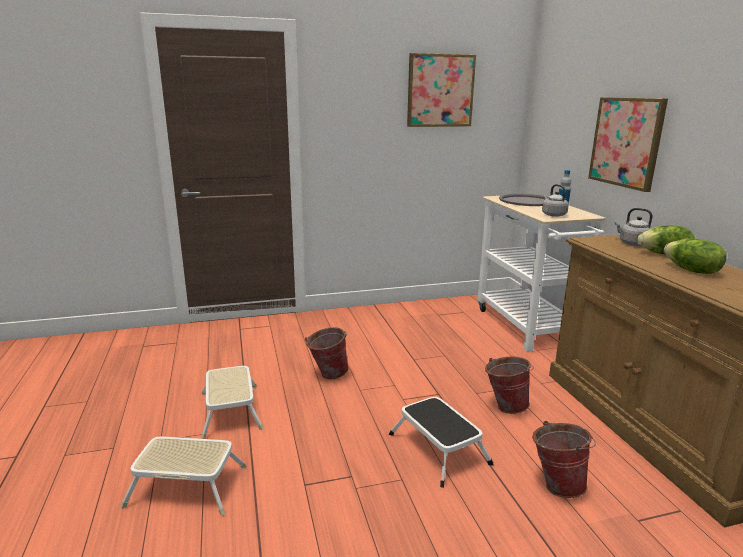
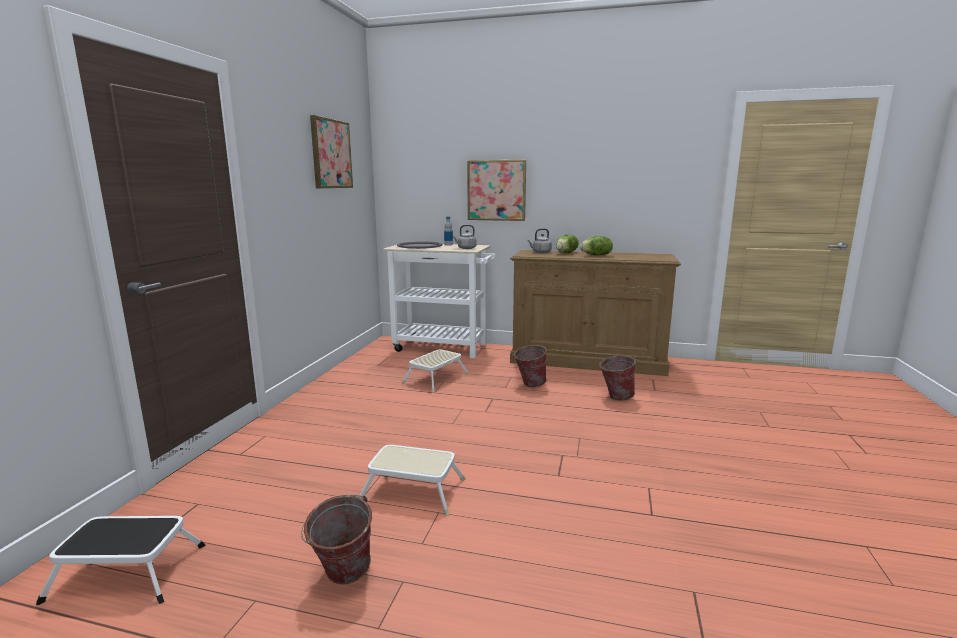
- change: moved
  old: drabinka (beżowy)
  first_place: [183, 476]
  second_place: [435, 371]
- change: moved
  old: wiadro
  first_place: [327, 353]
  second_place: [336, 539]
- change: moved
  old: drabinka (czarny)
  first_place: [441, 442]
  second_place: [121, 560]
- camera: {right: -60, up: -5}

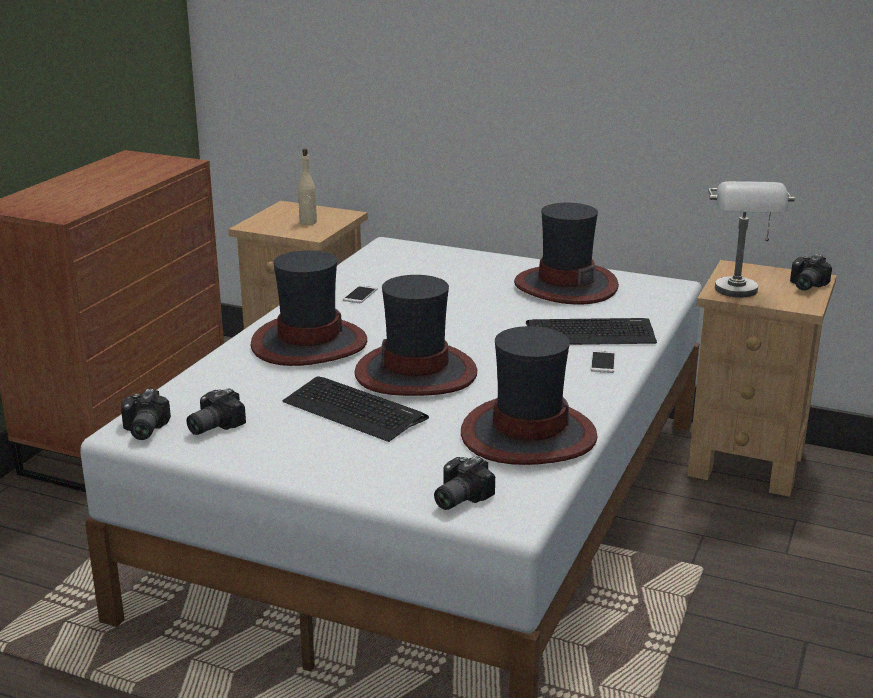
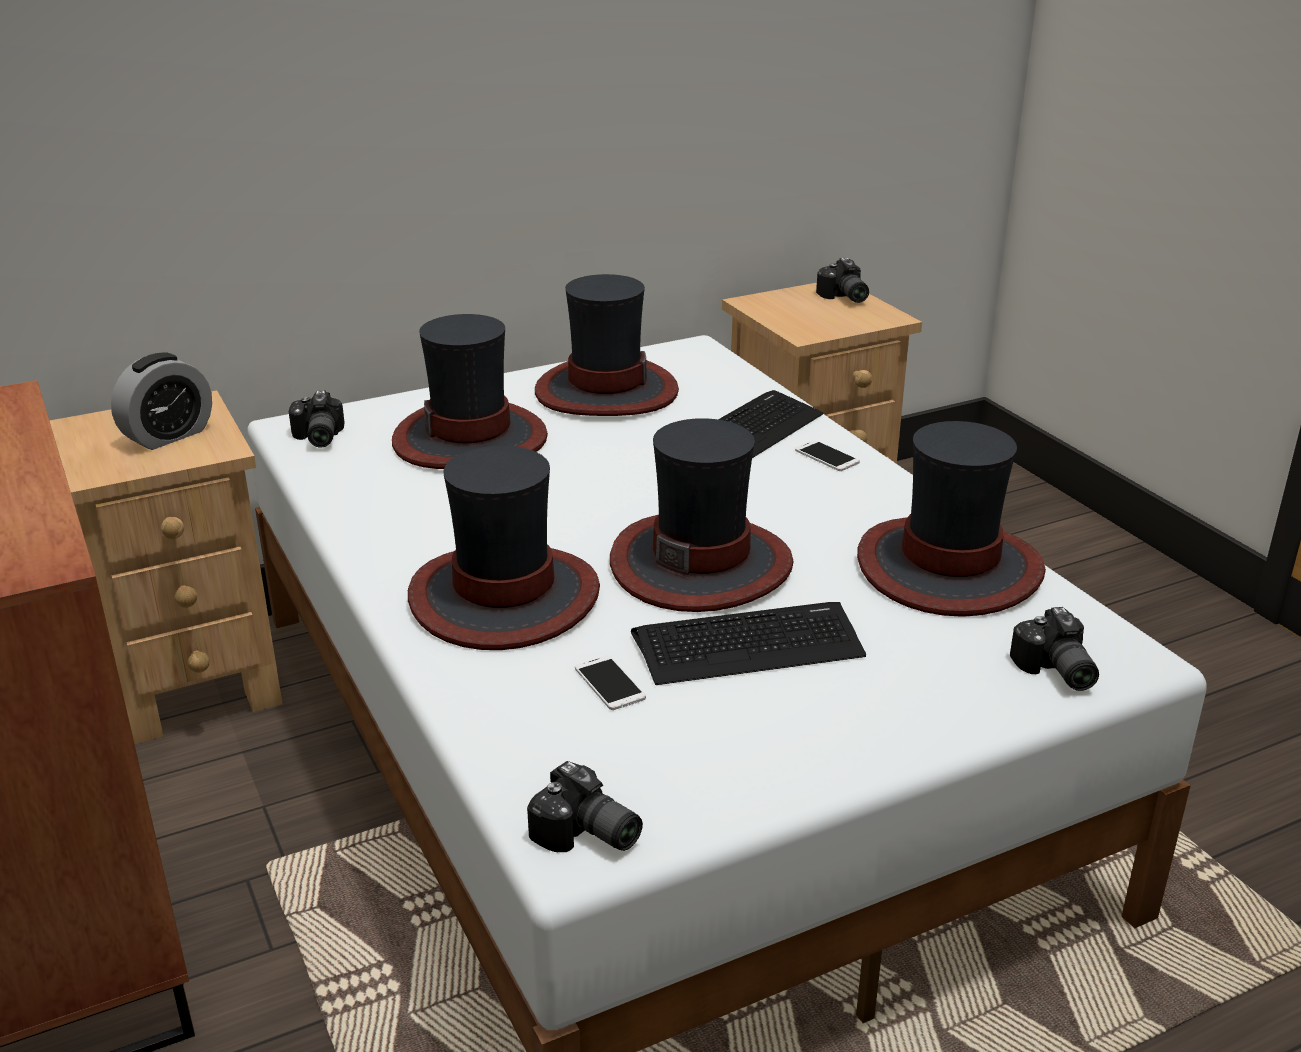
- change: moved
  old: aparat fotograficzny
  first_place: [216, 411]
  second_place: [317, 419]
- change: replaced
  old: butelka (beżowy)
  new: budzik
  first_place: [307, 187]
  second_place: [161, 401]
- change: moved
  old: telefon
  first_place: [360, 294]
  second_place: [610, 682]
- change: removed
  old: lampa stołowa (szary)
  first_place: [751, 239]
- change: added
  new: kapelusz
  second_place: [470, 391]
- camera: {right: -50, up: 5}

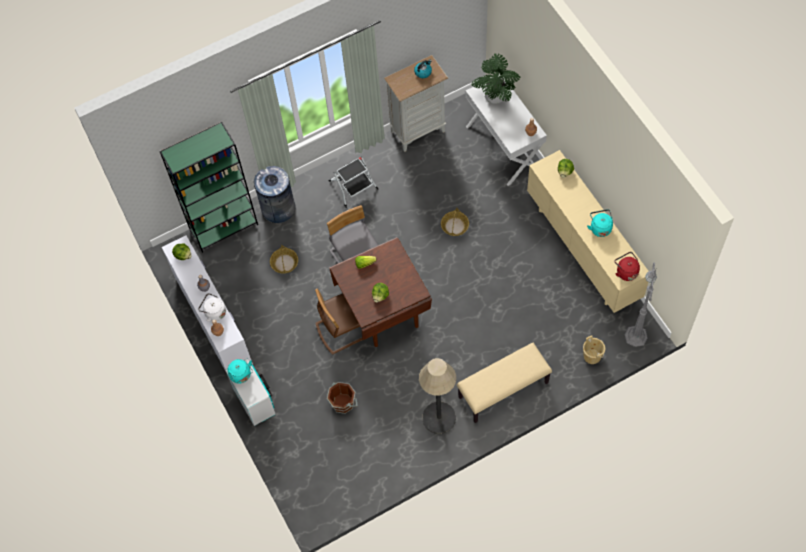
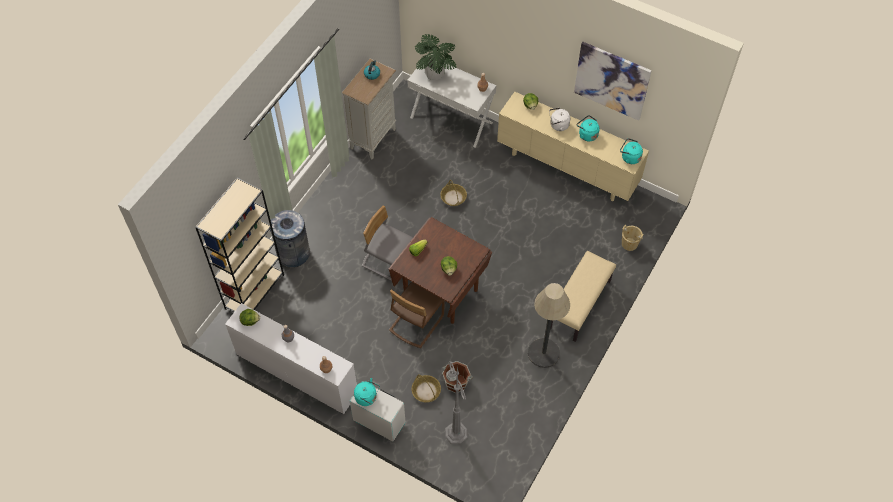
- change: recoloured
  old: regał (zielony)
  new: regał (beżowy)
  first_place: [209, 187]
  second_place: [239, 244]
- change: moved
  old: czajnik (biały)
  first_place: [212, 307]
  second_place: [559, 119]
- change: moved
  old: koszyk
  first_place: [284, 259]
  second_place: [426, 388]
- change: removed
  old: drabinka
  first_place: [353, 182]
- change: recoloured
  old: czajnik (czerwony)
  new: czajnik (turkusowy)
  first_place: [627, 266]
  second_place: [631, 151]
- change: moved
  old: lampa stojąca (szary)
  first_place: [641, 305]
  second_place: [456, 402]
- change: added
  new: obraz
  second_place: [613, 81]
- camera: {right: -35, up: -5}

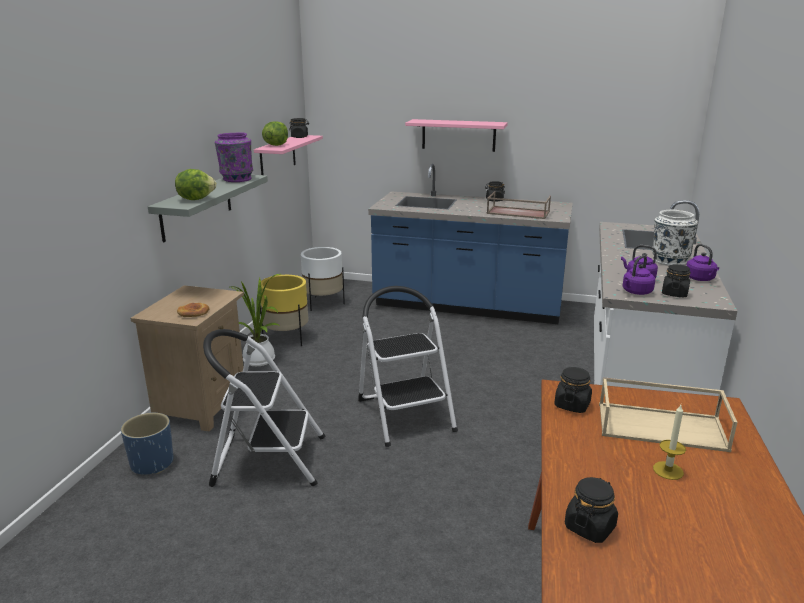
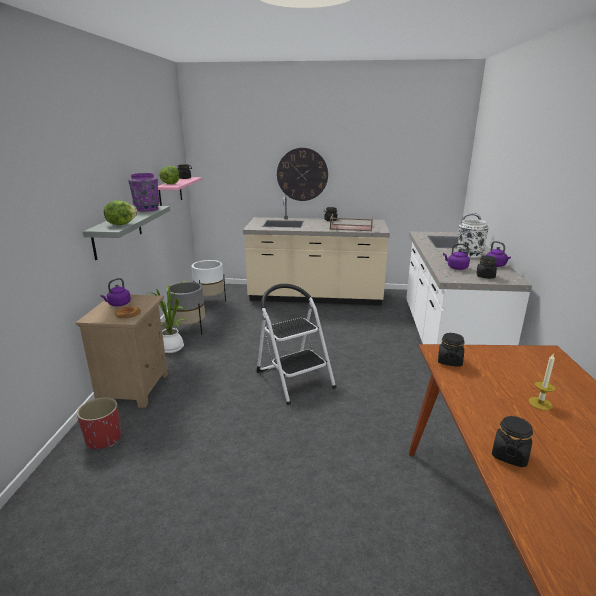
- change: recoloured
  old: donica (niebieski)
  new: donica (czerwony)
  first_place: [147, 443]
  second_place: [99, 423]
- change: removed
  old: drabinka
  first_place: [264, 408]
- change: recoloured
  old: donica (żółty)
  new: donica (szary)
  first_place: [284, 310]
  second_place: [185, 308]
- change: recoloured
  old: zabudowa kuchenna (niebieski)
  new: zabudowa kuchenna (beżowy)
  first_place: [470, 244]
  second_place: [316, 250]
- change: replaced
  old: półka (różowy)
  new: zegar ścienny
  first_place: [456, 135]
  second_place: [302, 174]
- change: removed
  old: taca (beżowy)
  first_place: [668, 414]
- change: moved
  old: czajnik (fioletowy)
  first_place: [639, 275]
  second_place: [115, 292]
- camera: {right: -10, up: 0}

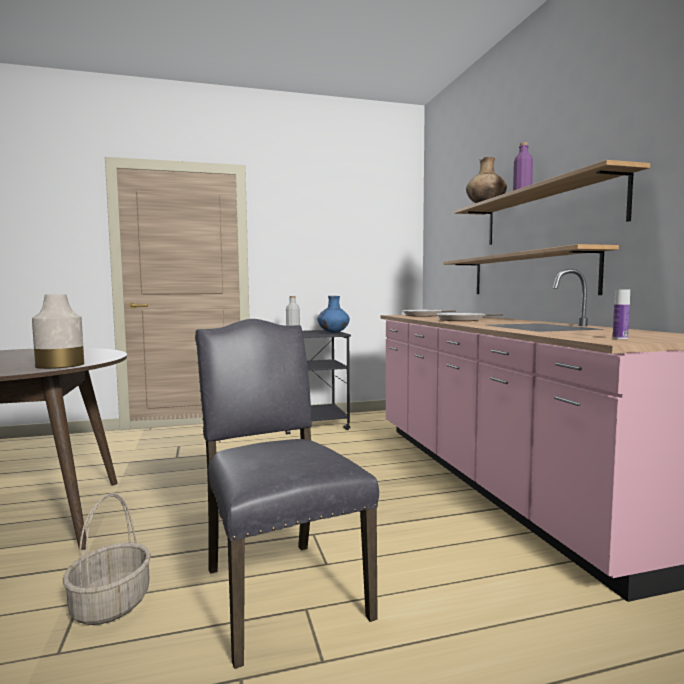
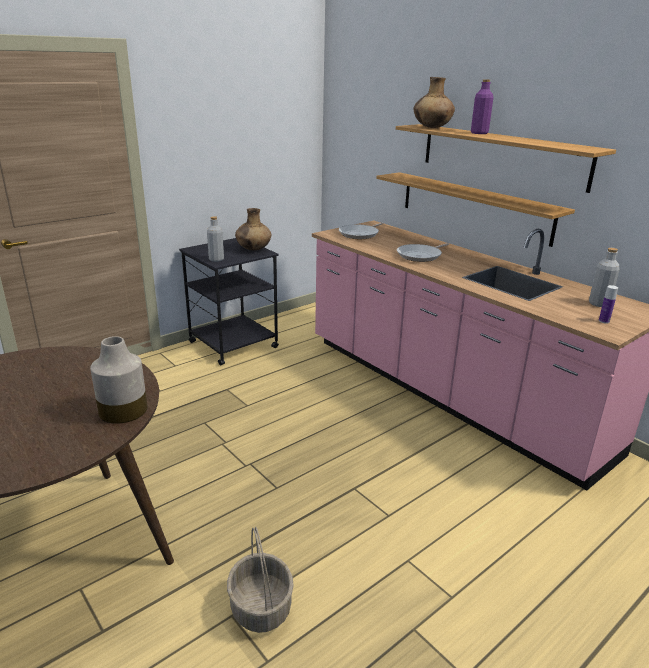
- change: removed
  old: krzesło (szary)
  first_place: [287, 494]
- change: recoloured
  old: wazon (niebieski)
  new: wazon (brązowy)
  first_place: [333, 314]
  second_place: [253, 229]
- change: added
  new: butelka (szary)
  second_place: [604, 277]
- camera: {right: -25, up: 20}

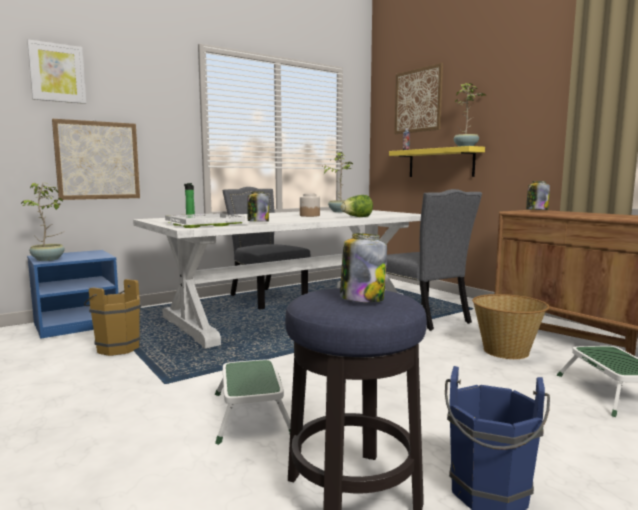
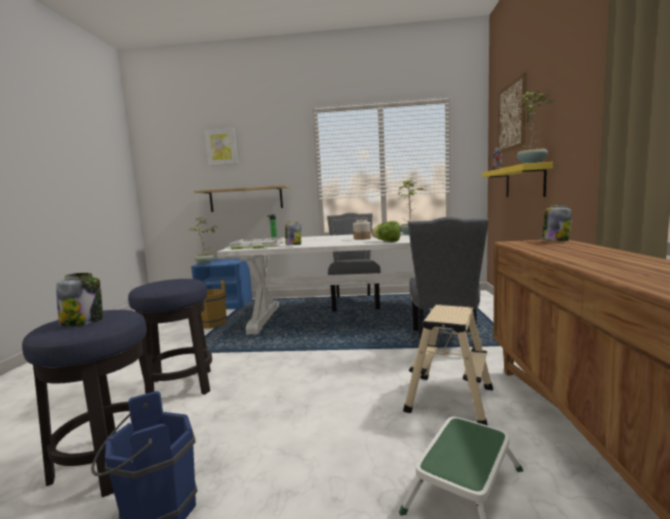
- change: replaced
  old: obraz
  new: półka
  first_place: [96, 159]
  second_place: [241, 198]
- change: replaced
  old: drabinka (zielony)
  new: stołek
  first_place: [253, 402]
  second_place: [170, 337]
- change: replaced
  old: koszyk
  new: drabinka (beżowy)
  first_place: [511, 326]
  second_place: [448, 365]
- camera: {right: 40, up: 0}

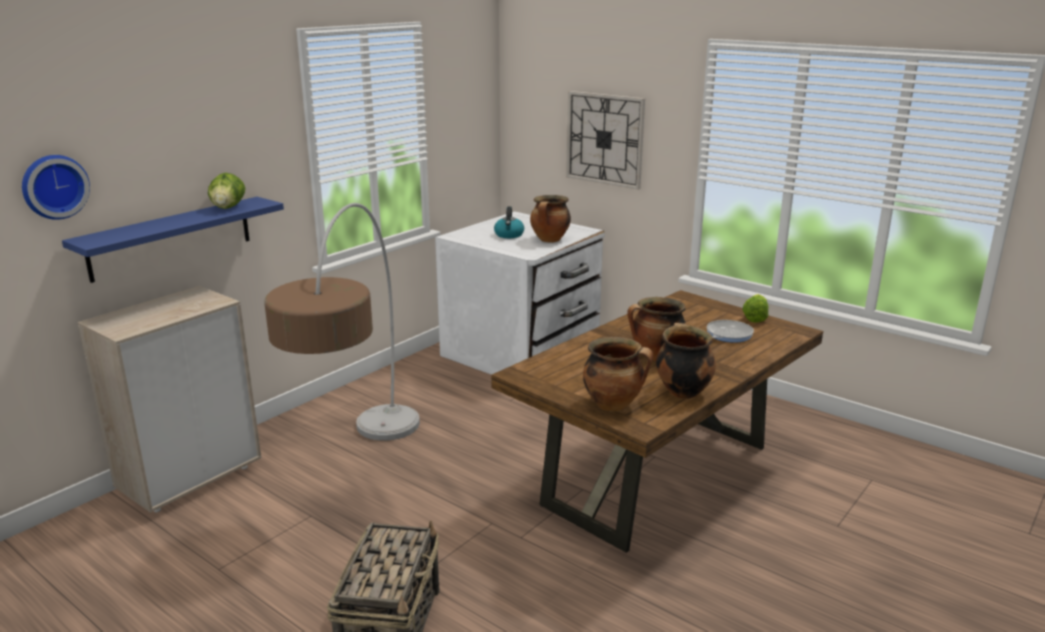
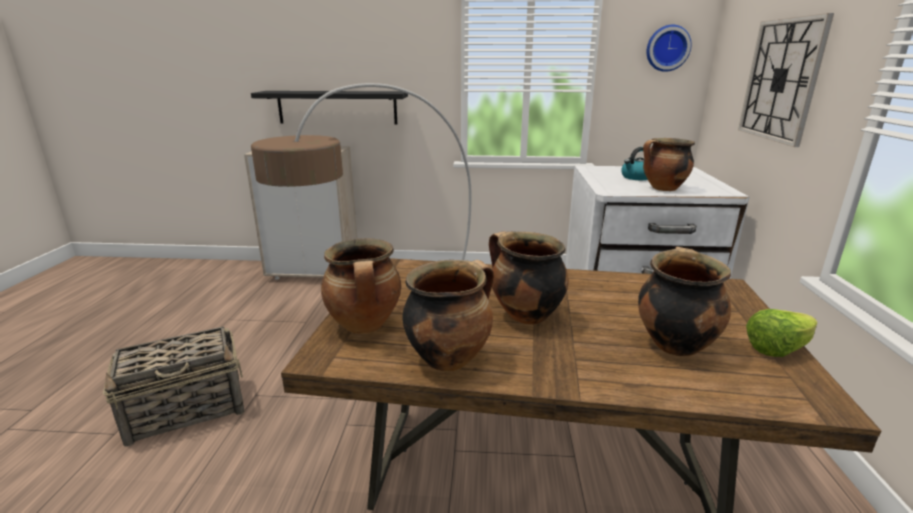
- change: moved
  old: zegar ścienny
  first_place: [56, 187]
  second_place: [669, 48]
- change: recoloured
  old: półka (niebieski)
  new: półka (czarny)
  first_place: [173, 240]
  second_place: [329, 108]
- change: removed
  old: sałata
  first_place: [226, 191]
- change: replaced
  old: patelnia
  new: garnek
  first_place: [730, 331]
  second_place: [684, 302]
- camera: {right: 55, up: 0}

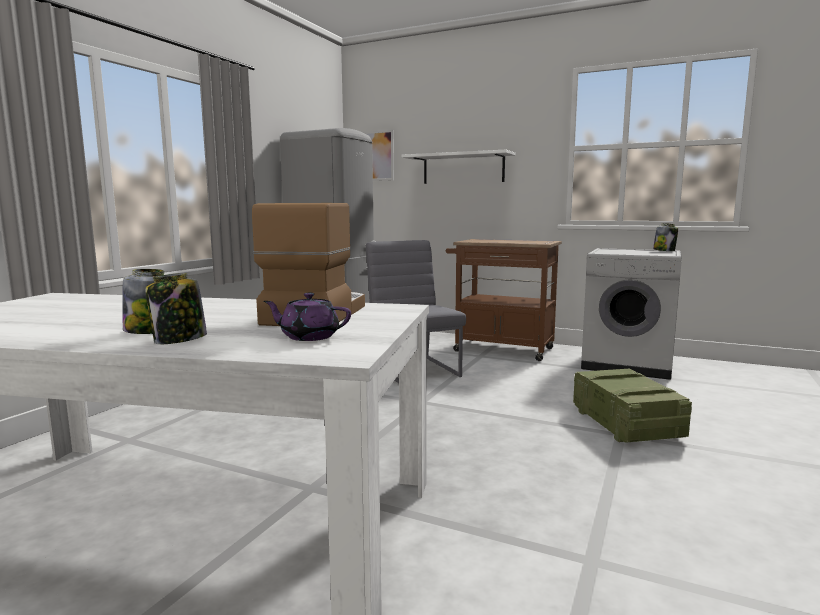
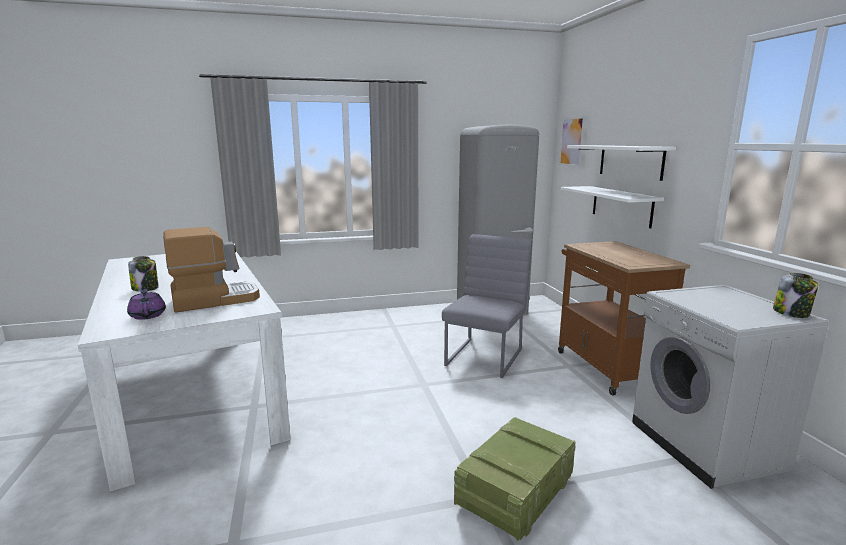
- change: removed
  old: słoik
  first_place: [176, 308]
- change: added
  new: półka (biały)
  second_place: [612, 207]
- camera: {right: 50, up: 5}

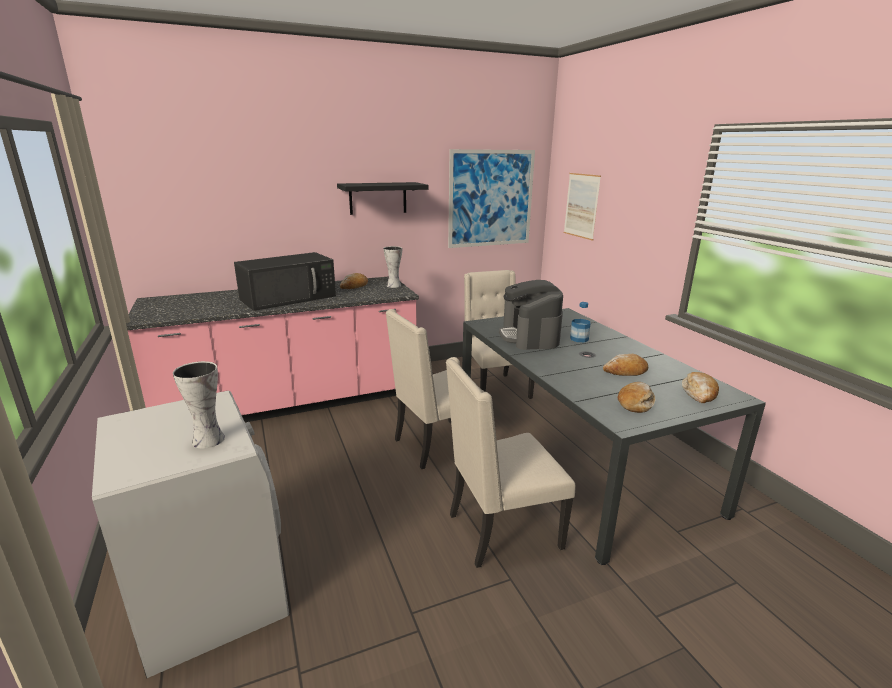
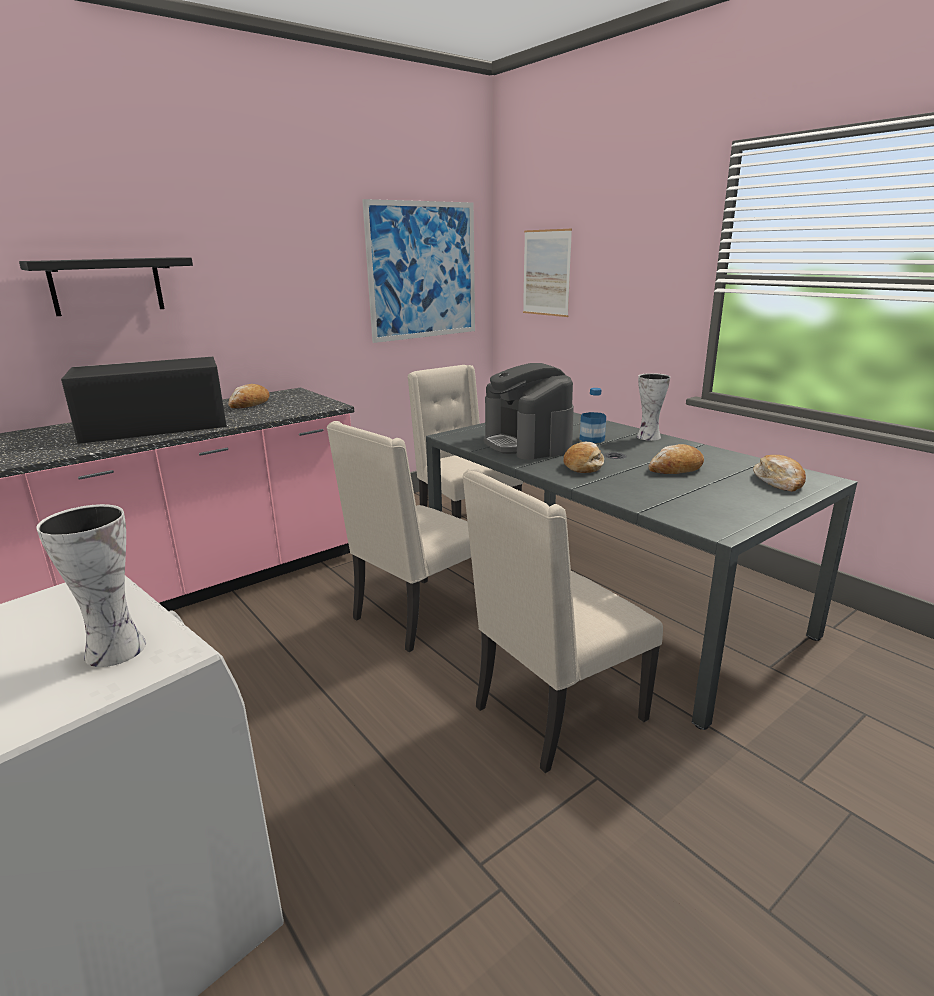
- change: turned
  old: mikrofalówka (czarny)
  first_place: [285, 281]
  second_place: [144, 400]
  degrees: -150
- change: moved
  old: półka (czarny)
  first_place: [383, 198]
  second_place: [106, 286]
- change: moved
  old: wazon
  first_place: [392, 267]
  second_place: [653, 407]
- change: moved
  old: chleb
  first_place: [636, 397]
  second_place: [583, 457]
- camera: {right: -15, up: 0}

